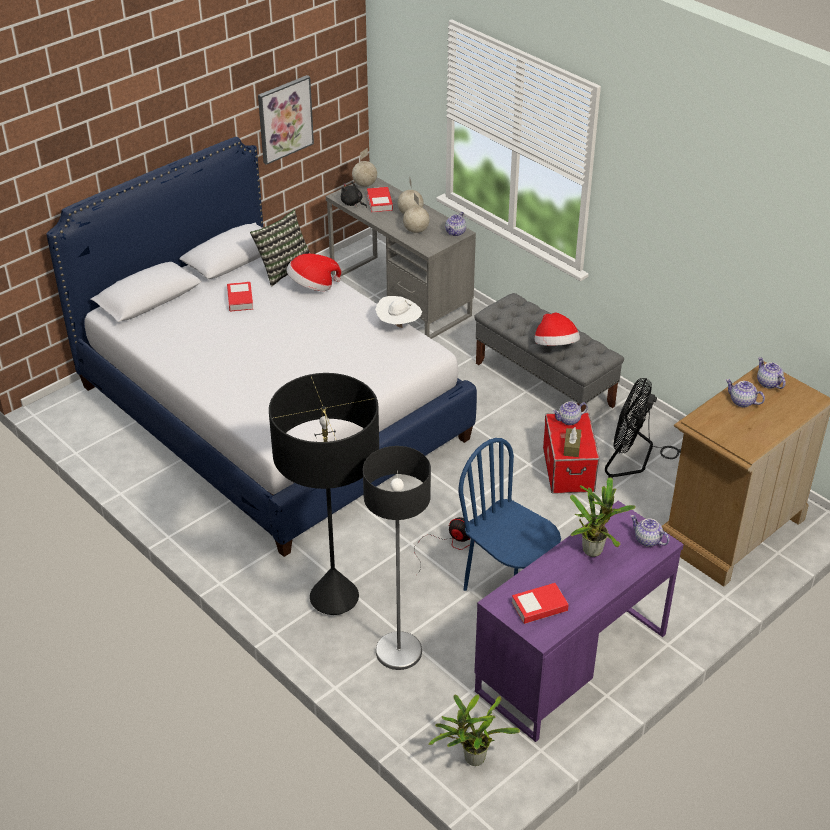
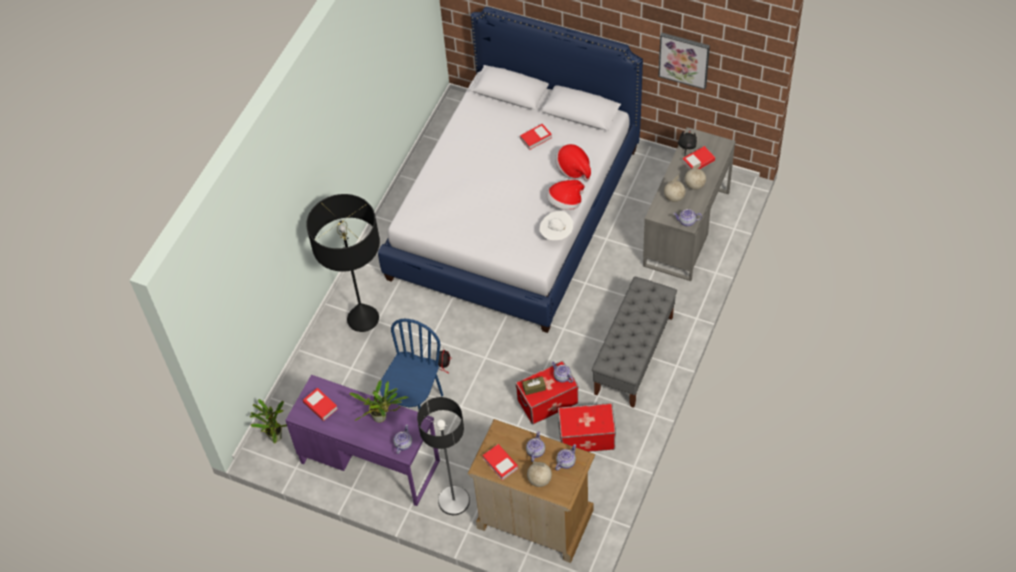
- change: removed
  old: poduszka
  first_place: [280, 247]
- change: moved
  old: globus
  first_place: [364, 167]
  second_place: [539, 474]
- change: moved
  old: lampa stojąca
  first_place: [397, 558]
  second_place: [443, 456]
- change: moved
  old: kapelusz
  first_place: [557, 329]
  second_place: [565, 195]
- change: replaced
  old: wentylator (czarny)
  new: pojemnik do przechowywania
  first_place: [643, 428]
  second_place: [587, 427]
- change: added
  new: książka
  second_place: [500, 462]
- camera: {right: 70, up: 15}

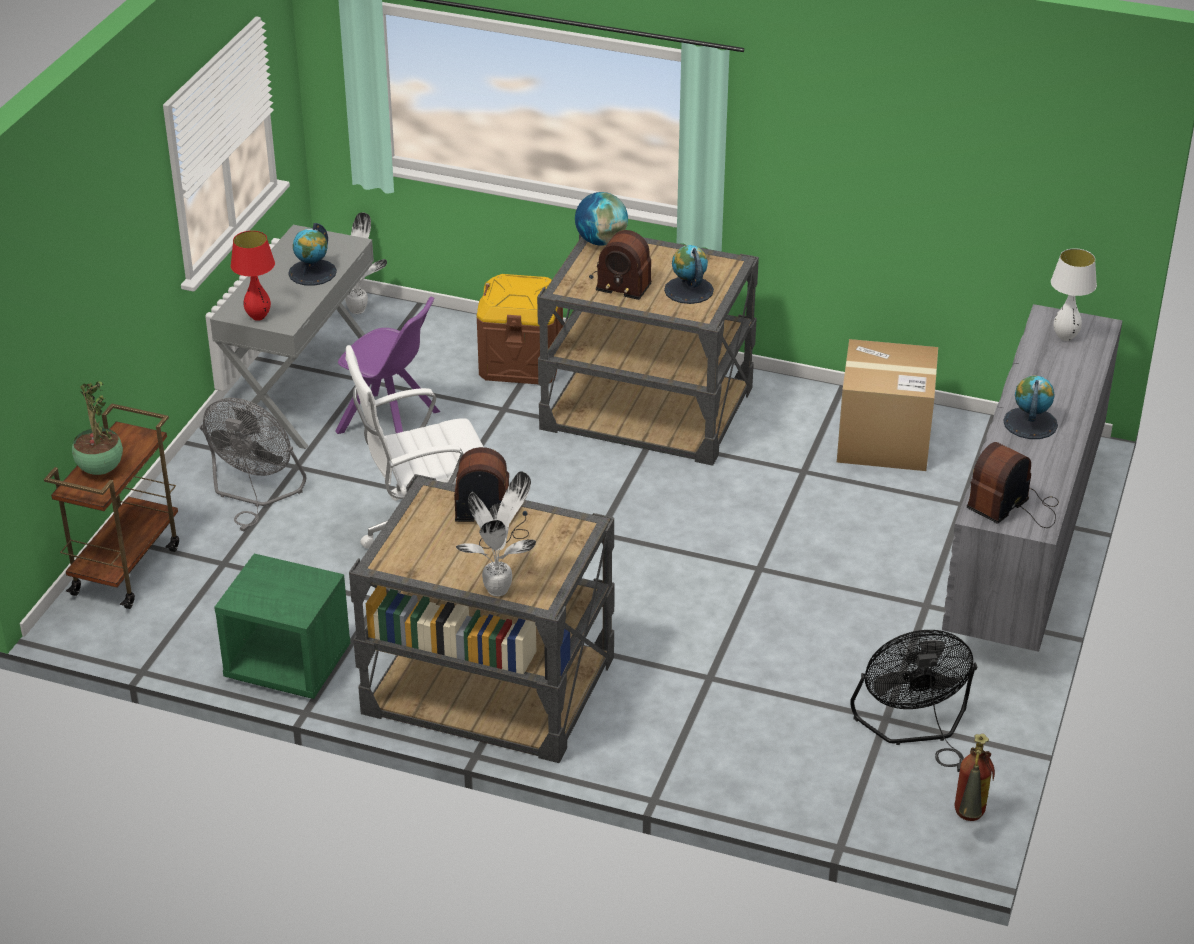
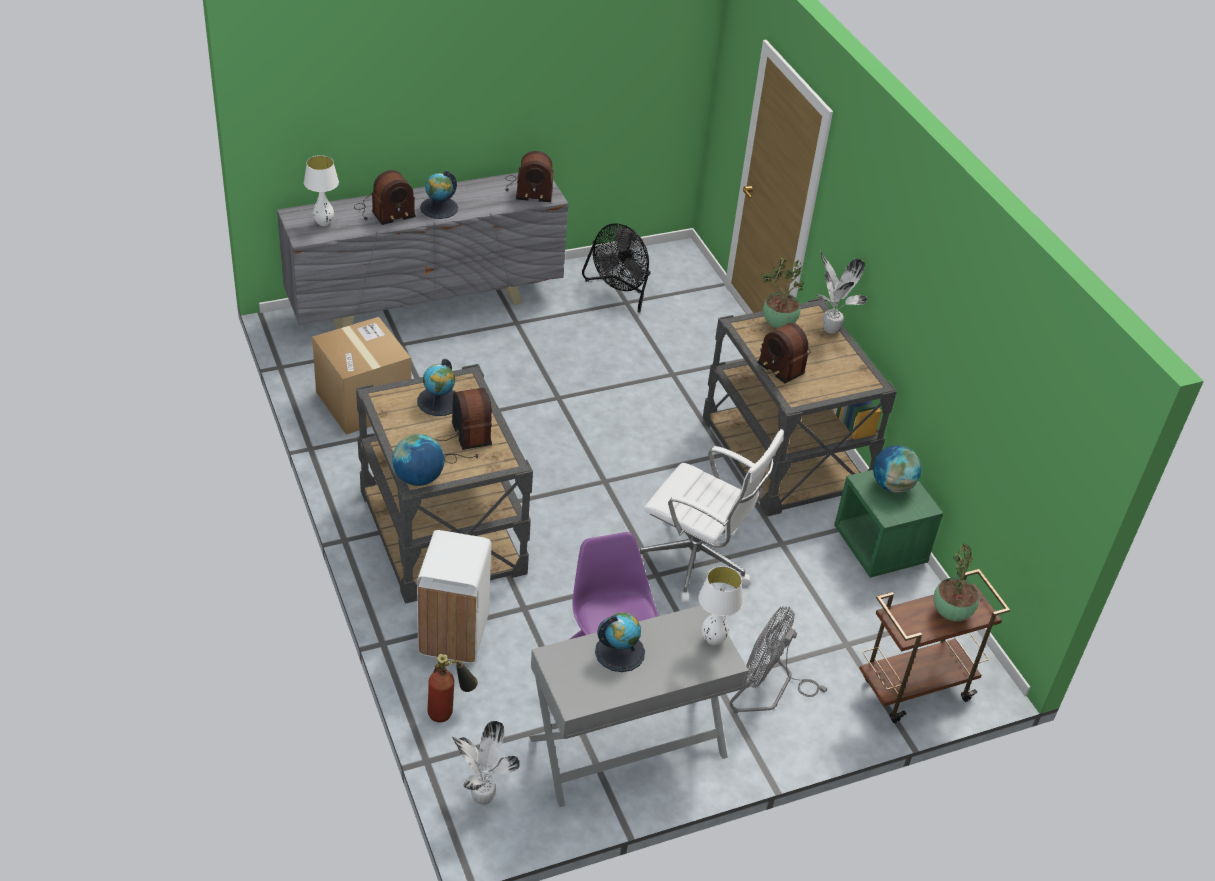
- change: turned
  old: wentylator (szary)
  first_place: [252, 465]
  second_place: [779, 659]
  degrees: 45
- change: recoloured
  old: lampa stołowa (czerwony)
  new: lampa stołowa (biały)
  first_place: [253, 276]
  second_place: [720, 605]
- change: replaced
  old: pojemnik do przechowywania (brązowy)
  new: kosz na śmieci (biały)
  first_place: [519, 329]
  second_place: [454, 596]
- change: moved
  old: gaśnica
  first_place: [975, 777]
  second_place: [452, 688]
- change: added
  new: radio
  second_place: [385, 197]
- change: added
  new: roślina doniczkowa
  second_place: [782, 293]
- change: added
  new: globus
  second_place: [897, 469]
- camera: {right: -135, up: 5}

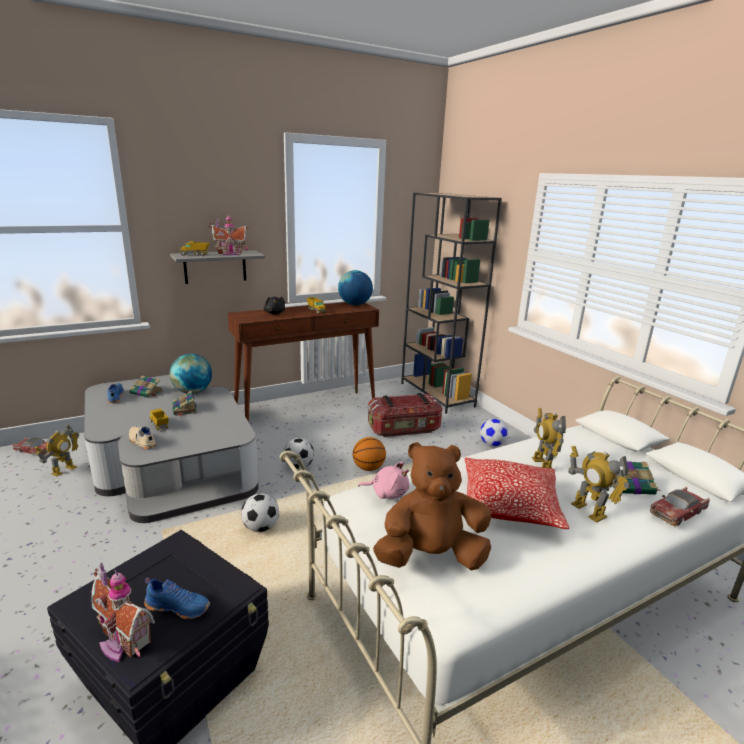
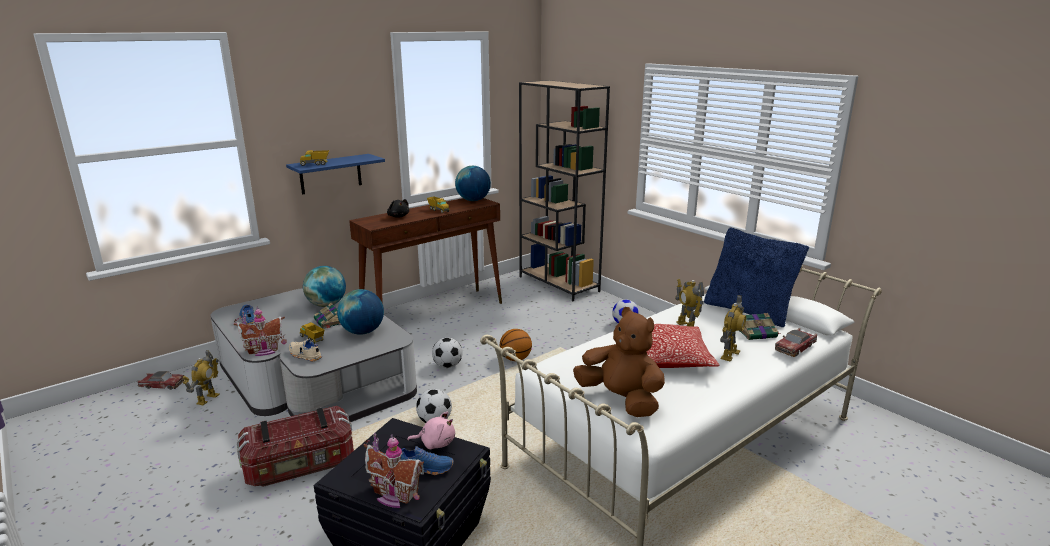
- change: removed
  old: książka
  first_place: [146, 387]
- change: recoloured
  old: półka (szary)
  new: półka (niebieski)
  first_place: [217, 267]
  second_place: [335, 174]
- change: moved
  old: domek
  first_place: [229, 234]
  second_place: [260, 331]
- change: moved
  old: pluszak (różowy)
  first_place: [383, 480]
  second_place: [431, 430]
- change: moved
  old: pojemnik do przechowywania
  first_place: [405, 415]
  second_place: [295, 446]
- change: turned
  old: pluszak (brązowy)
  first_place: [432, 506]
  second_place: [619, 362]
  degrees: 60
- change: turned
  old: robot zabawkowy
  first_place: [599, 484]
  second_place: [733, 328]
  degrees: -105
- change: added
  new: globus
  second_place: [360, 312]
- change: added
  new: poduszka (niebieski)
  second_place: [756, 277]
- camera: {right: -10, up: 0}

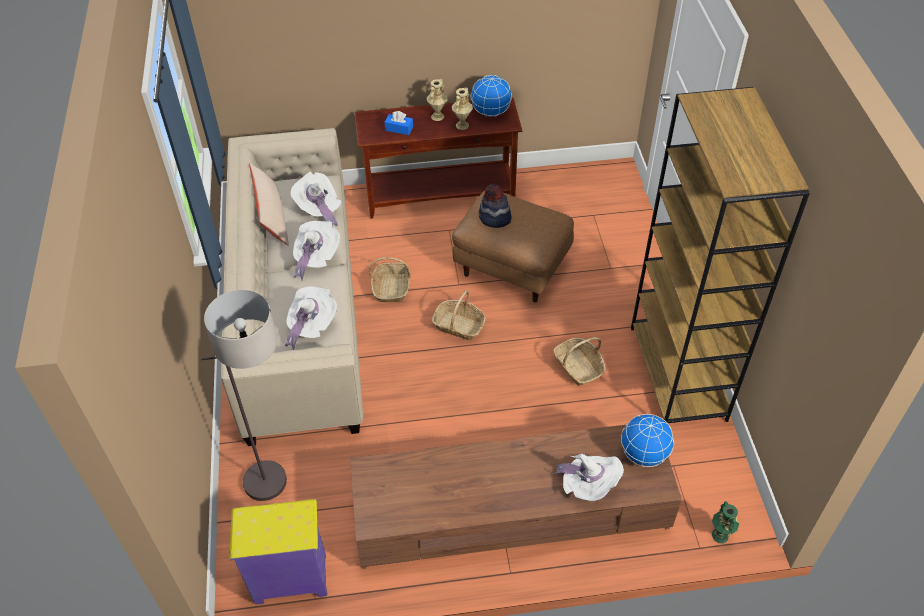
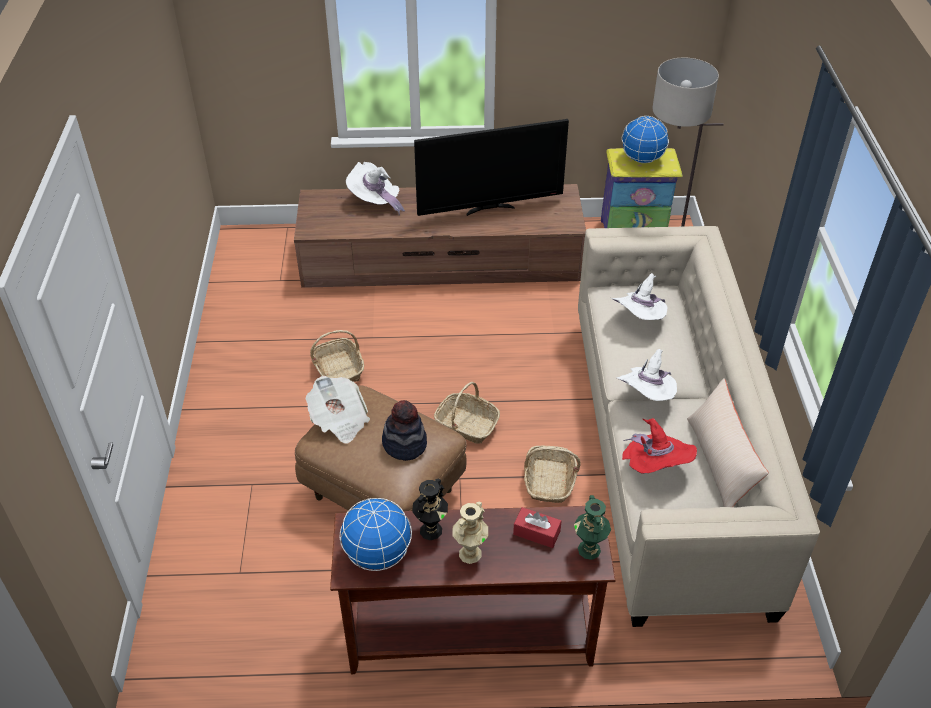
- change: recoloured
  old: kapelusz (biały)
  new: kapelusz (czerwony)
  first_place: [315, 198]
  second_place: [659, 446]
- change: recoloured
  old: pudełko chusteczek (niebieski)
  new: pudełko chusteczek (czerwony)
  first_place: [398, 123]
  second_place: [537, 527]
- change: recoloured
  old: wazon (beżowy)
  new: wazon (czarny)
  first_place: [462, 109]
  second_place: [430, 509]
- change: moved
  old: globus
  first_place: [647, 440]
  second_place: [645, 139]
- change: removed
  old: regał (brązowy)
  first_place: [720, 255]
- change: moved
  old: wazon (zielony)
  first_place: [725, 522]
  second_place: [592, 527]
- change: added
  new: gazeta
  second_place: [338, 410]
- change: added
  new: telewizor
  second_place: [491, 167]
- camera: {right: -175, up: -5}

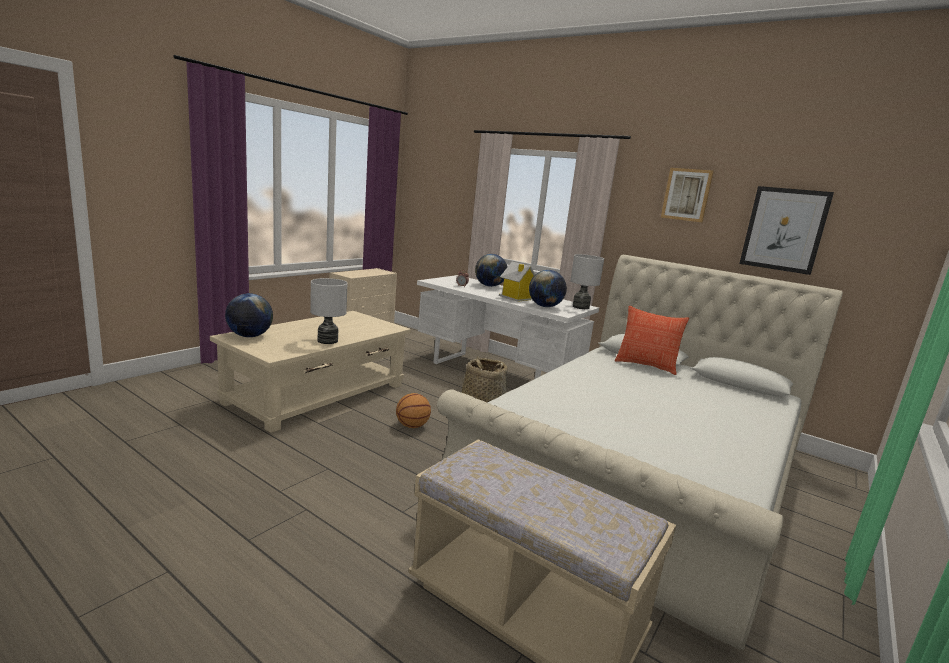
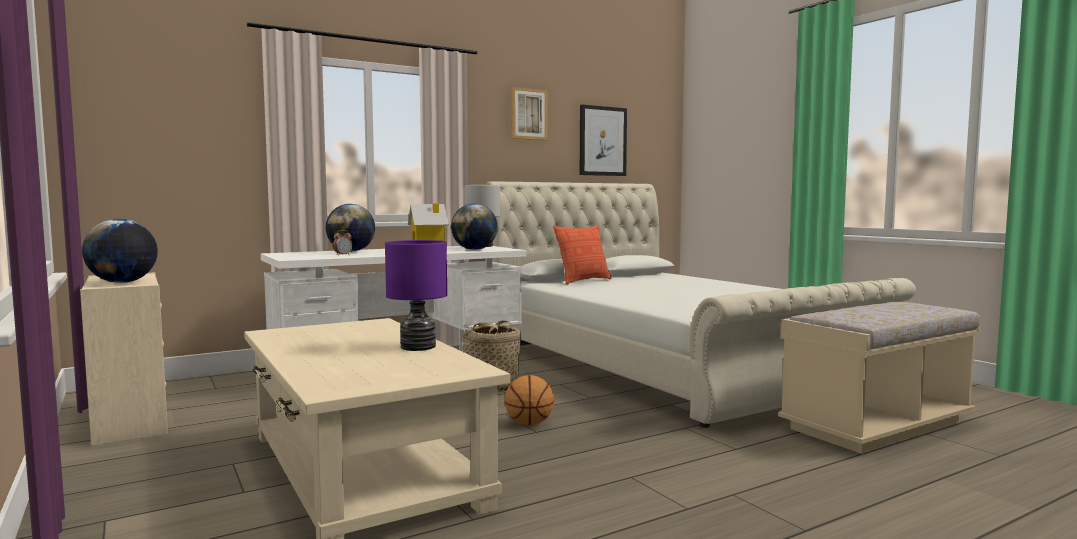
- change: moved
  old: globus
  first_place: [249, 315]
  second_place: [120, 251]
- change: recoloured
  old: lampa stołowa (szary)
  new: lampa stołowa (fioletowy)
  first_place: [328, 311]
  second_place: [416, 295]
- camera: {right: -65, up: -10}

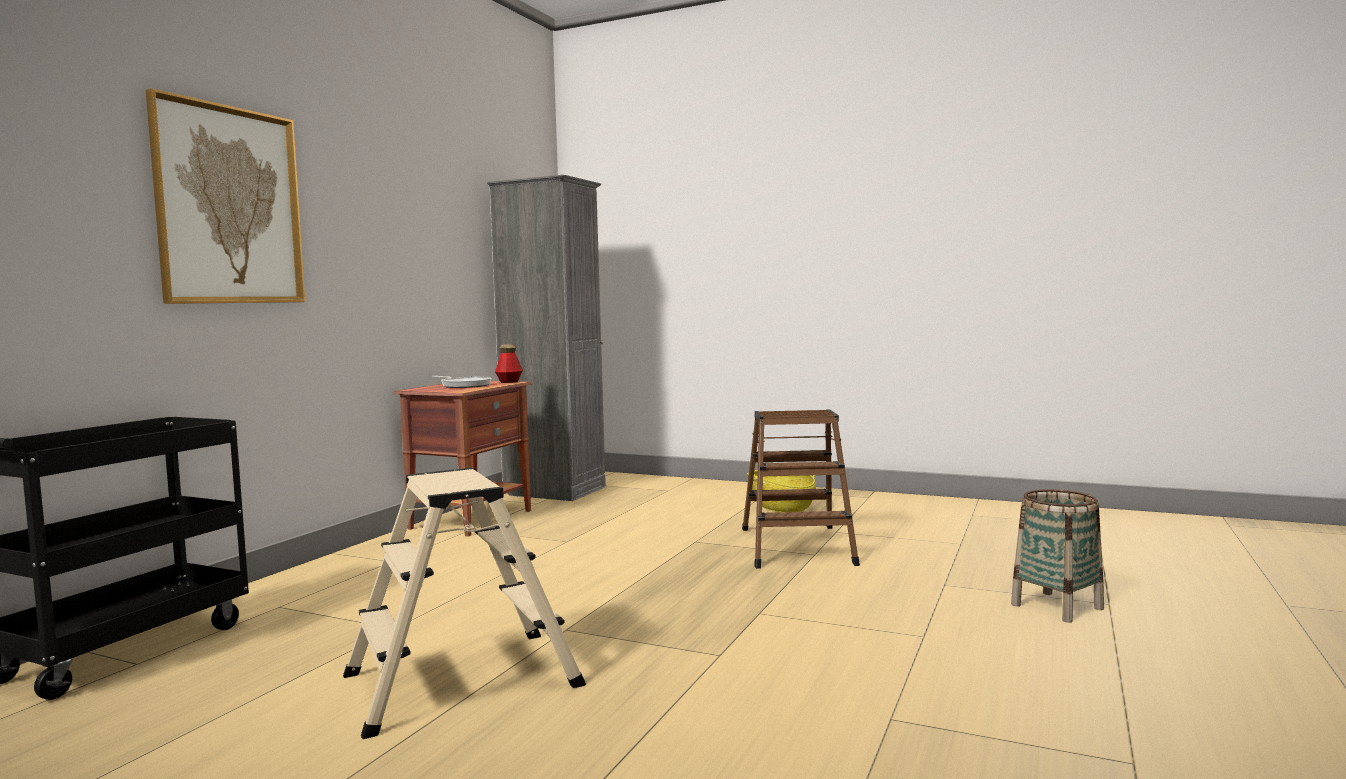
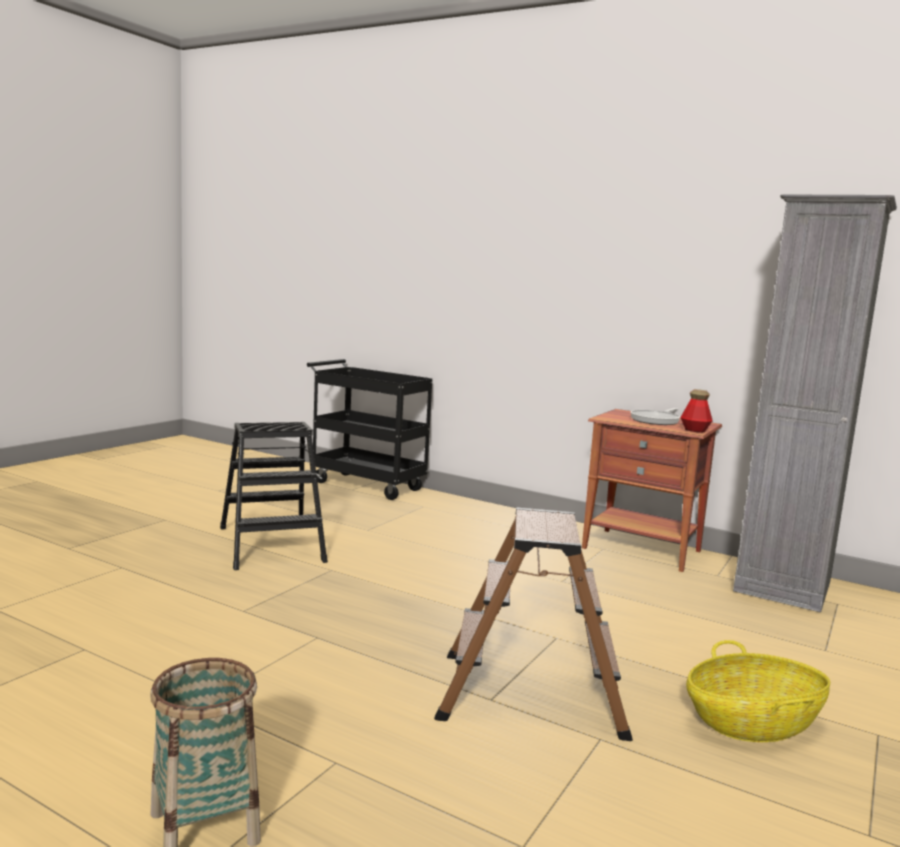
- change: removed
  old: obraz
  first_place: [225, 196]
- change: recoloured
  old: drabinka (beżowy)
  new: drabinka (czarny)
  first_place: [464, 603]
  second_place: [274, 496]
- camera: {right: 95, up: 5}

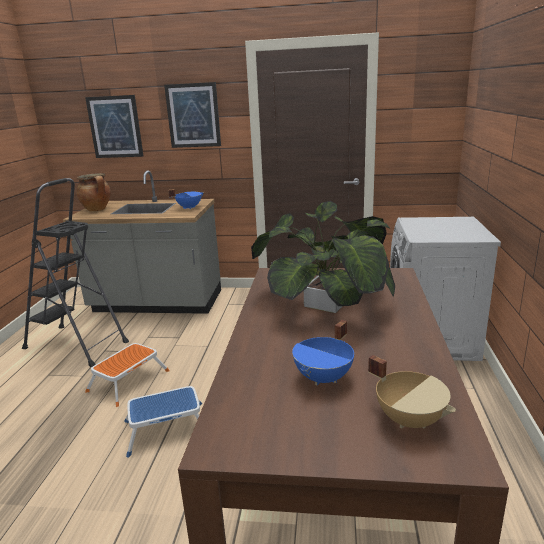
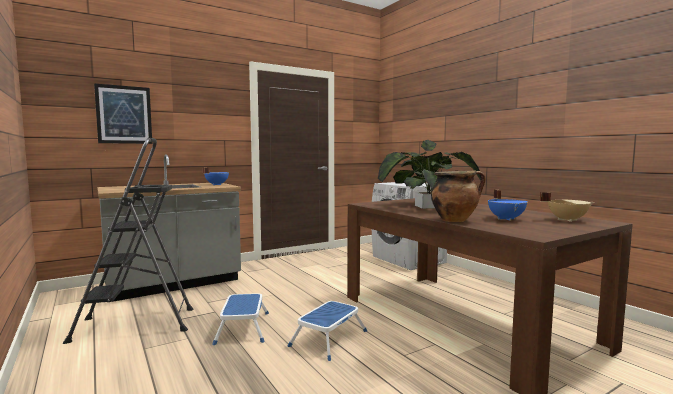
- change: moved
  old: garnek
  first_place: [93, 192]
  second_place: [458, 196]
- change: recoloured
  old: drabinka (pomarańczowy)
  new: drabinka (niebieski)
  first_place: [127, 375]
  second_place: [240, 319]
- change: removed
  old: obraz
  first_place: [192, 115]
- camera: {right: -40, up: -15}

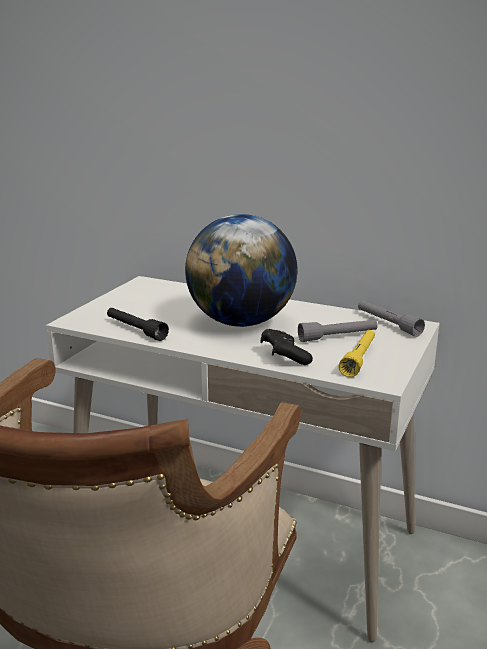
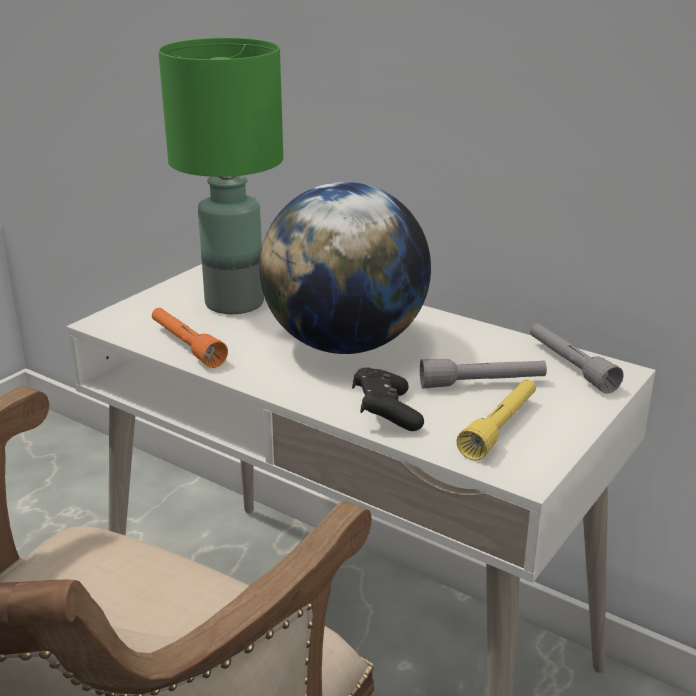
- change: recoloured
  old: latarka (czarny)
  new: latarka (pomarańczowy)
  first_place: [138, 324]
  second_place: [190, 338]
- change: added
  new: lampa stołowa (zielony)
  second_place: [220, 176]
- camera: {right: 10, up: 5}

